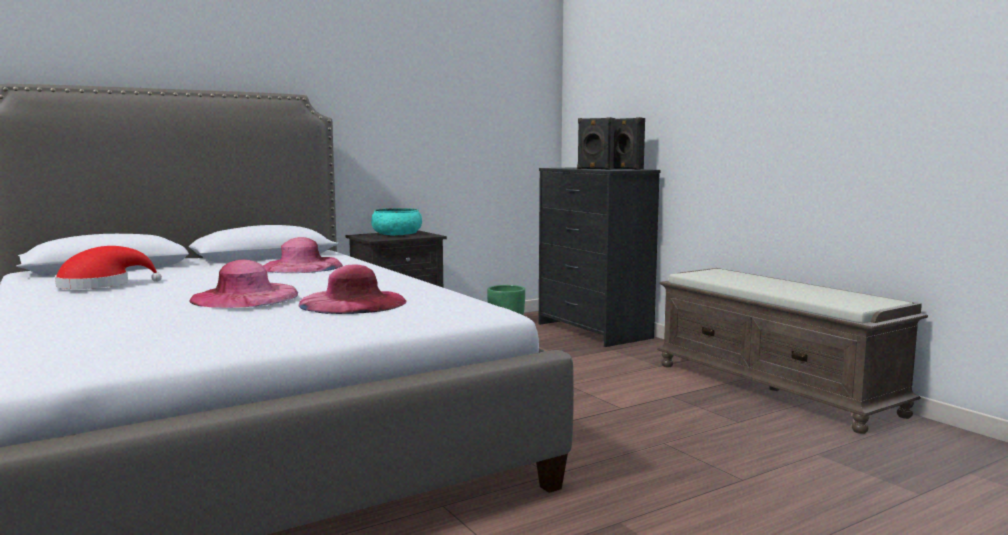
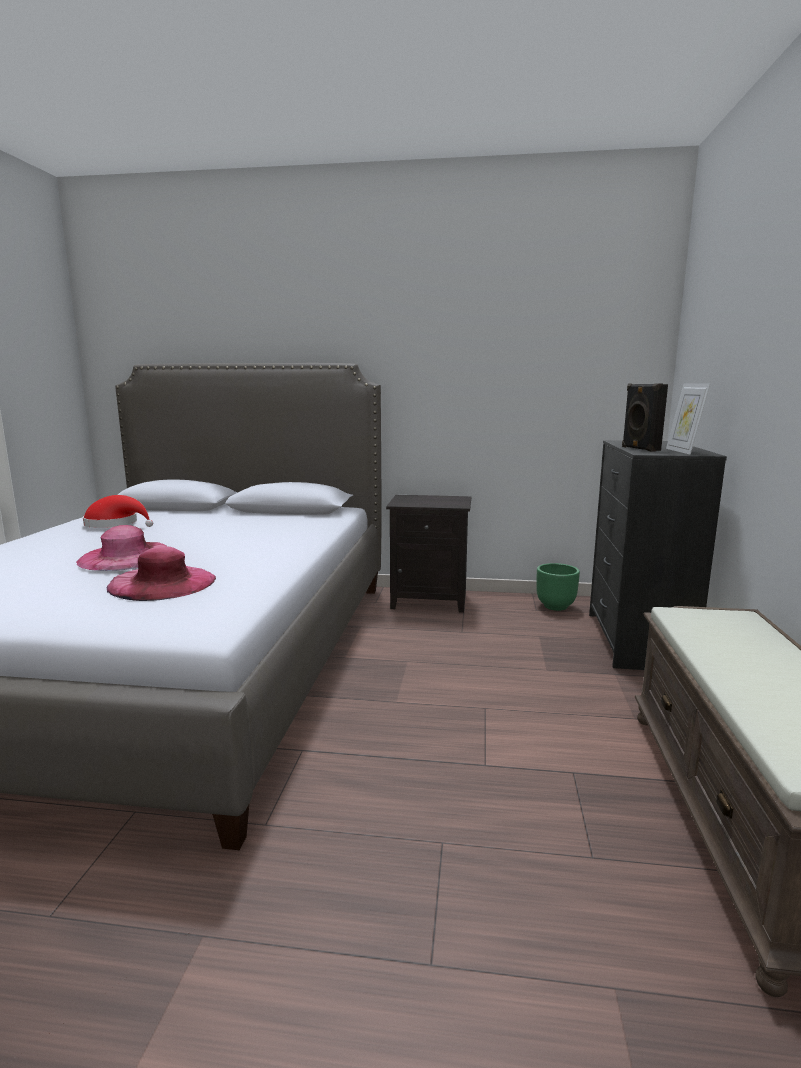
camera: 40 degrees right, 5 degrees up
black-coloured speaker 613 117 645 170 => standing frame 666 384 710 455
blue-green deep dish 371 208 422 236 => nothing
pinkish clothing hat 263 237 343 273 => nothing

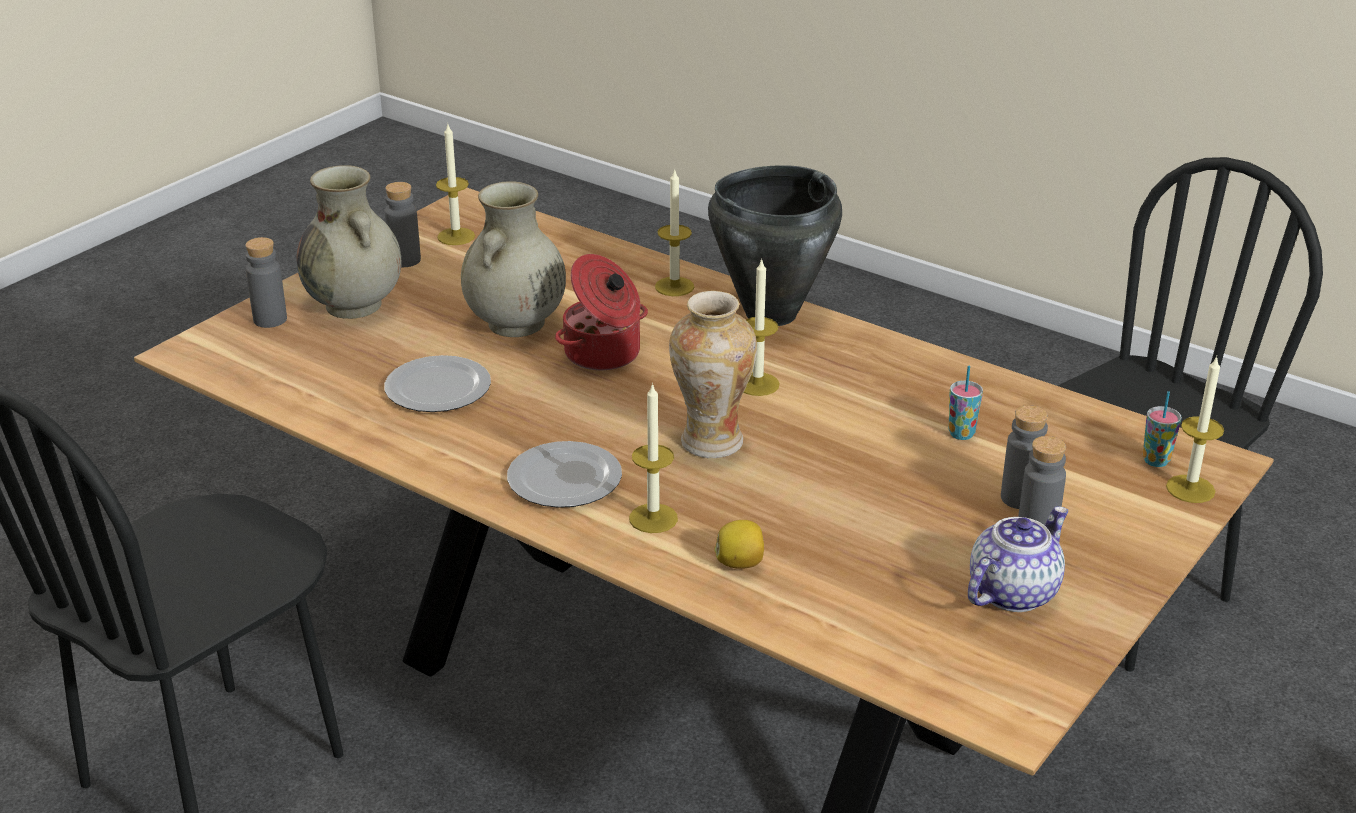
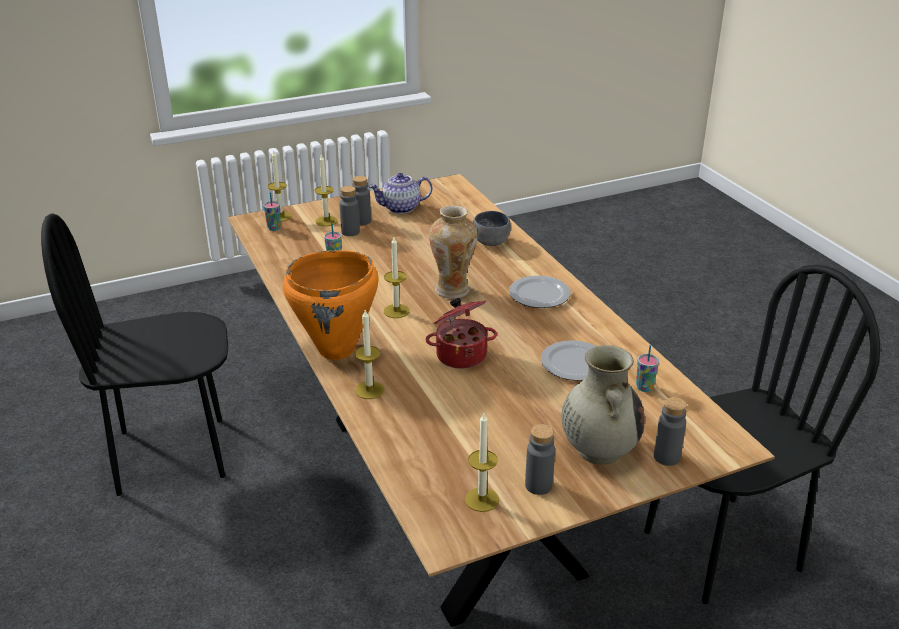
camera: 150 degrees left, 0 degrees up
black-coloured saucepot 708 165 842 326 => orange saucepot 283 250 379 360
sand-coloured vase 461 181 566 337 => nothing
wax candle 629 383 678 533 => wax candle 314 155 338 226, relocated
lemon 714 520 764 569 => grey deep dish 473 211 511 246
nothing => cup 636 345 659 392

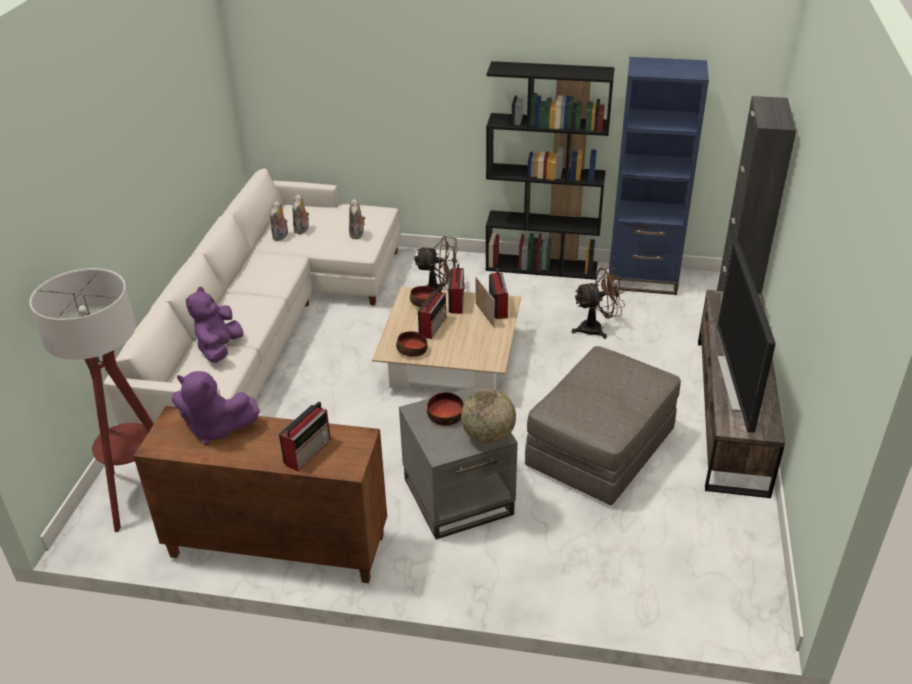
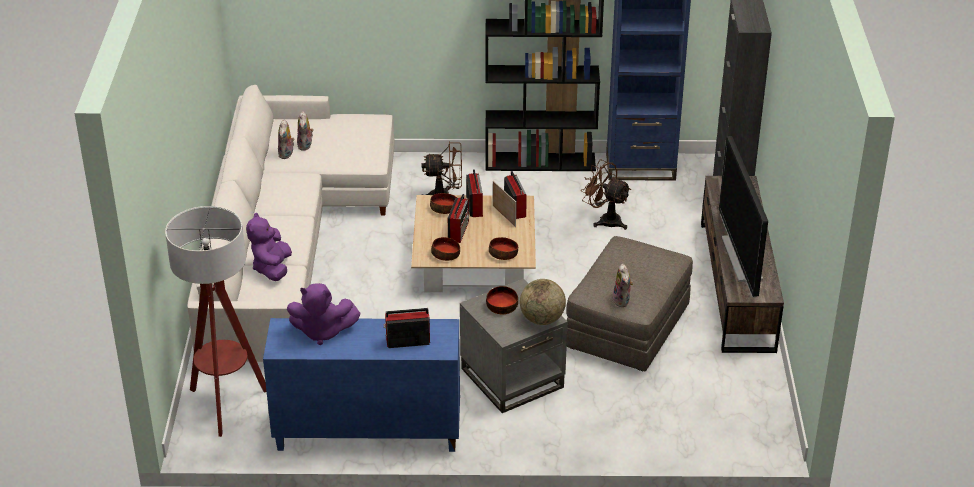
camera: 10 degrees left, 0 degrees up
plush toy 349 198 366 239 => plush toy 613 264 633 307, relocated
brown-coloured fan 572 268 625 339 => brown-coloured fan 581 159 631 230, 120 degrees counterclockwise
radio 279 401 331 471 => radio 384 308 430 348, 120 degrees counterclockwise
brown-coloured cabinet 134 406 387 583 => blue-coloured cabinet 263 318 460 452
nothing => deep dish 489 237 518 260

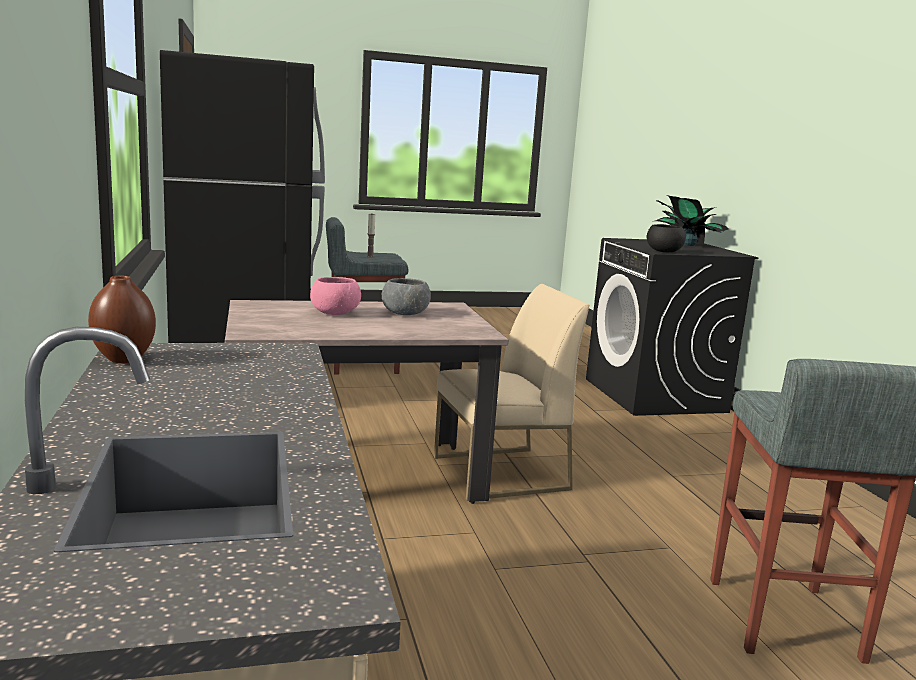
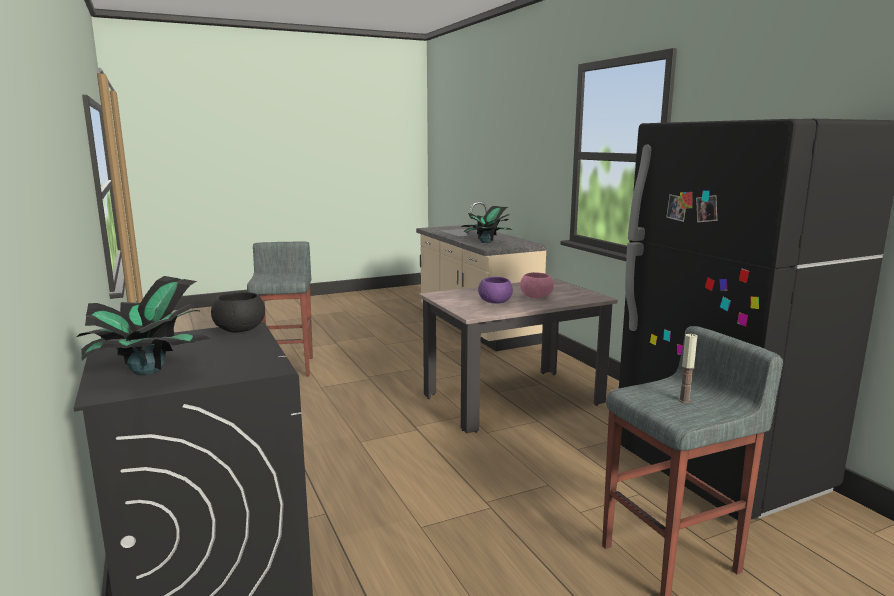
camera: 170 degrees right, 0 degrees up
brown-coloured vase 88 276 156 363 => nothing
grey deep dish 382 278 431 315 => purple deep dish 478 277 513 304
sand-coloured plain chair 434 284 590 501 => nothing
nothing => potted plant 461 206 512 243

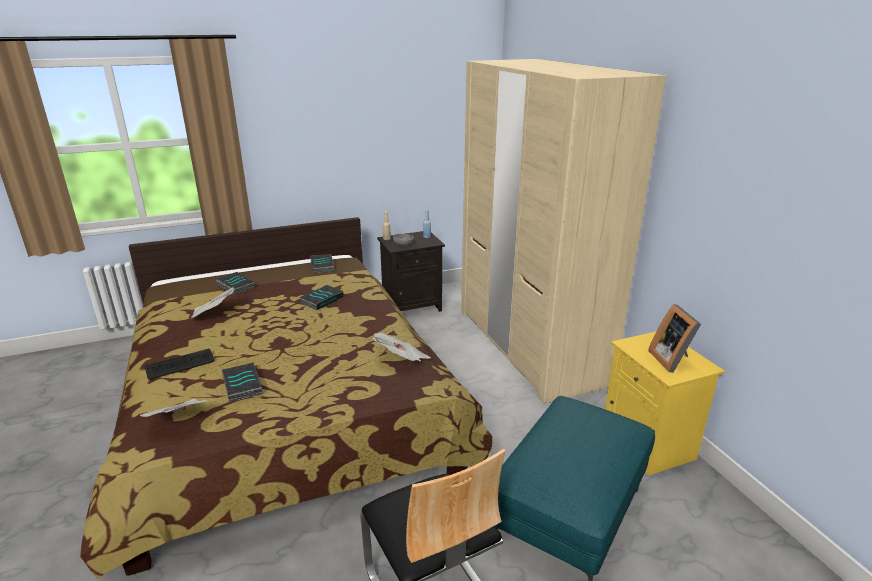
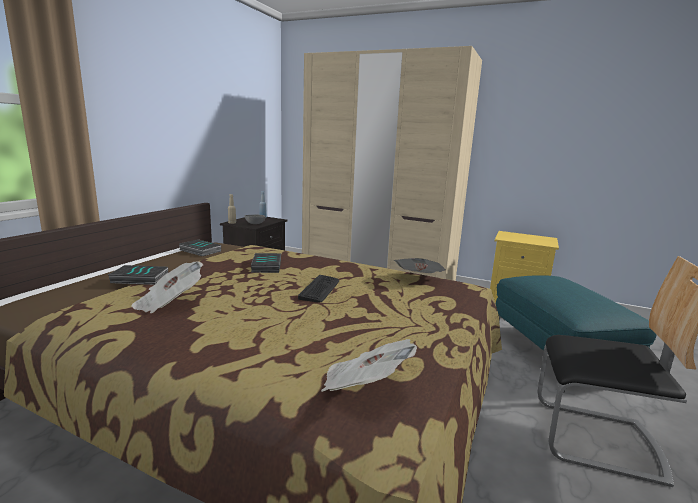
camera: 45 degrees left, 10 degrees down
standing frame 648 304 701 373 => nothing
PC keyboard 144 349 215 379 => PC keyboard 298 275 339 303, relocated
bound book 222 363 263 402 => nothing

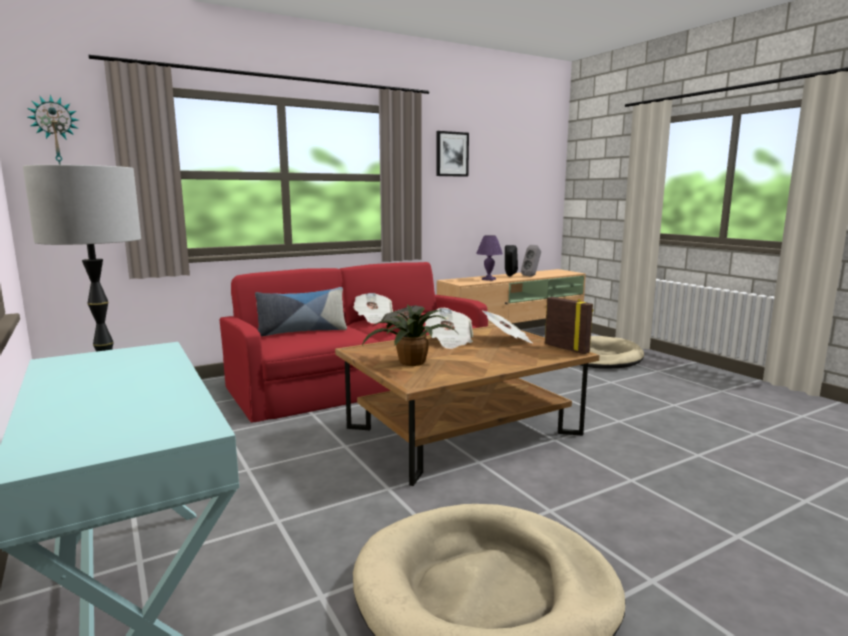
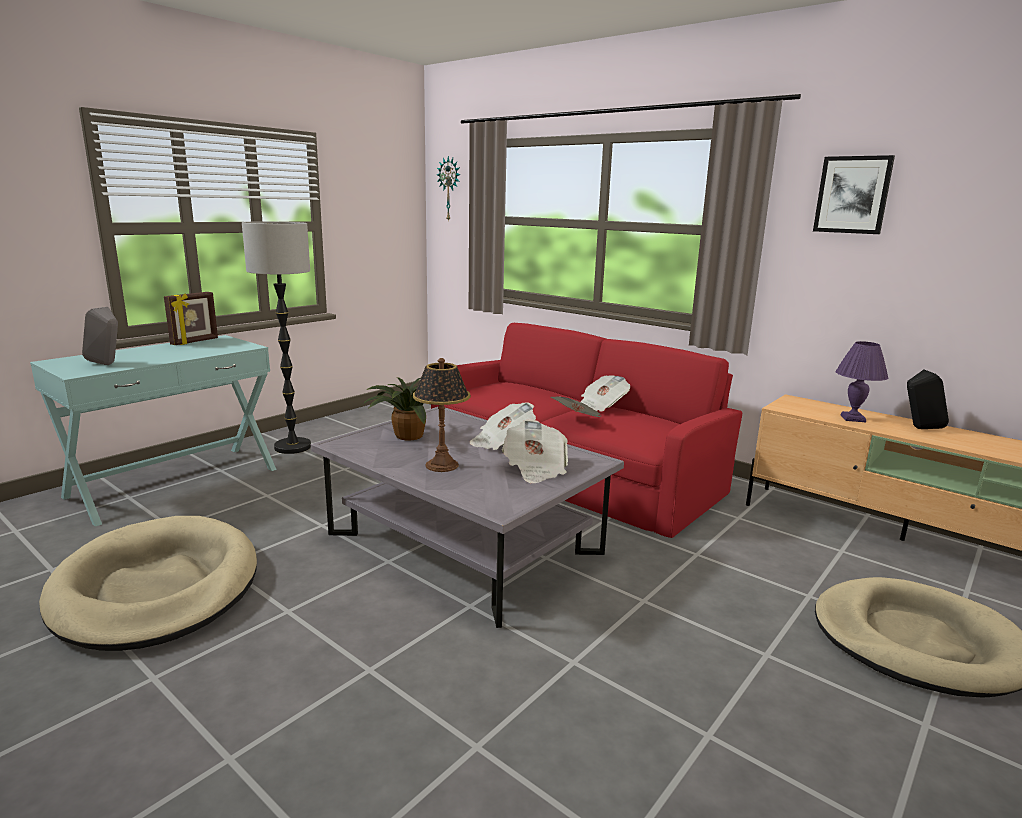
camera: 70 degrees right, 5 degrees up
grey speaker 521 245 541 277 => grey speaker 82 307 118 365, relocated
throw pillow 255 287 347 337 => nothing
standing frame 545 297 593 354 => standing frame 164 292 218 345, relocated
brown-coloured lounge table 335 325 600 486 => grey lounge table 311 407 624 628
nothing => tabletop lamp 413 358 471 472

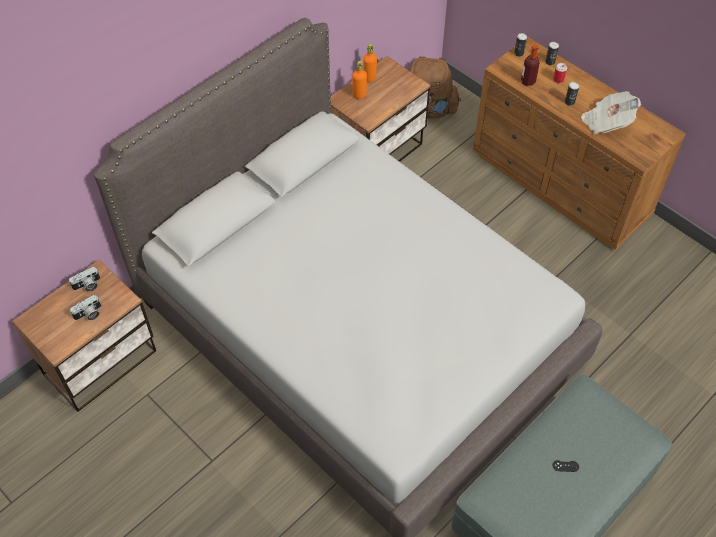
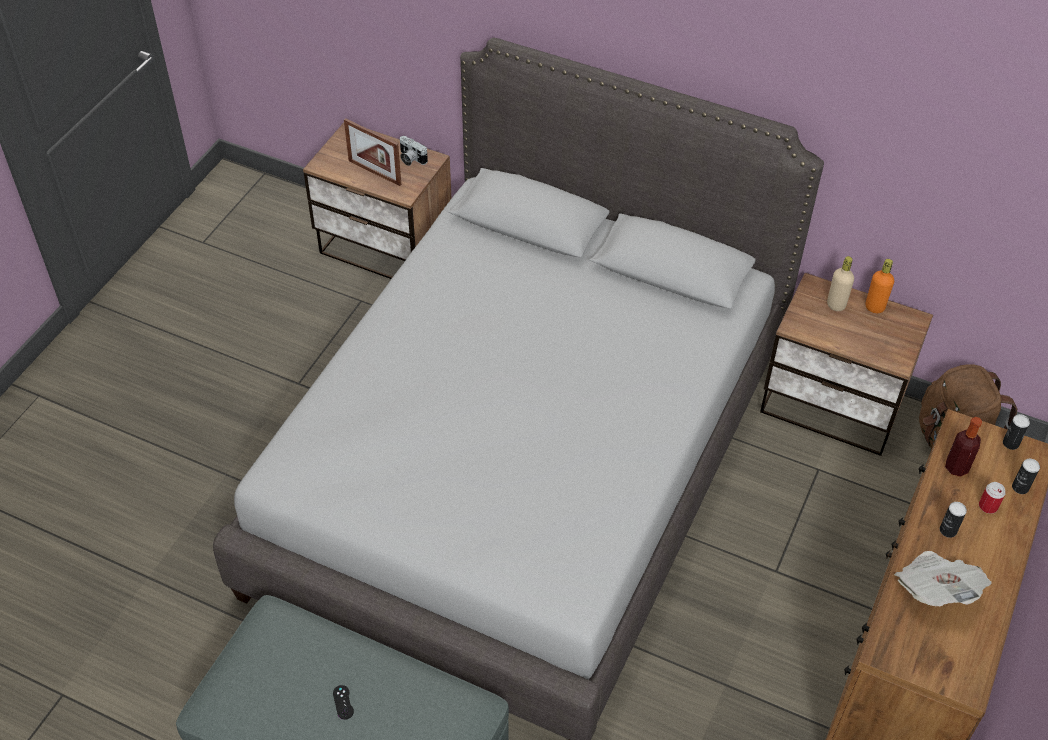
camera: 70 degrees right, 5 degrees down
orange bottle 352 61 367 99 => sand-coloured bottle 827 256 854 311
photo camera 70 295 101 320 => standing frame 344 118 401 186

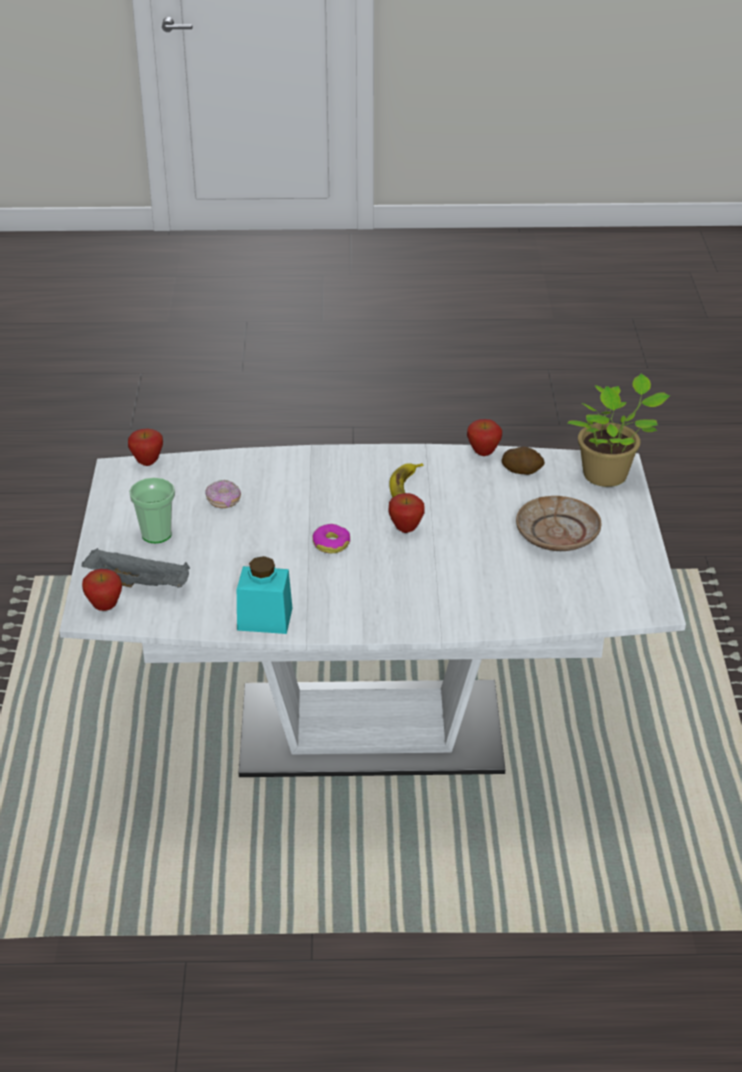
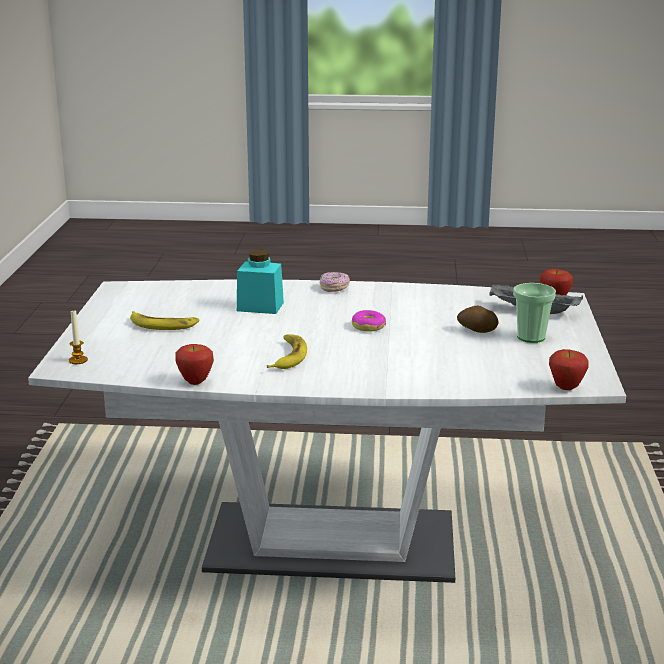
camera: 175 degrees left, 15 degrees down
potted plant 567 374 670 487 => wax candle 69 310 88 364
spud 501 447 545 475 => spud 457 306 498 333, relocated
doughnut 205 480 241 508 => doughnut 320 272 350 292, relocated
apple 388 493 425 533 => nothing
sand-coloured plate 516 496 601 551 => whole banana 130 311 200 330
blue-green preserve jar 237 556 292 634 => blue-green preserve jar 237 249 284 314, relocated

